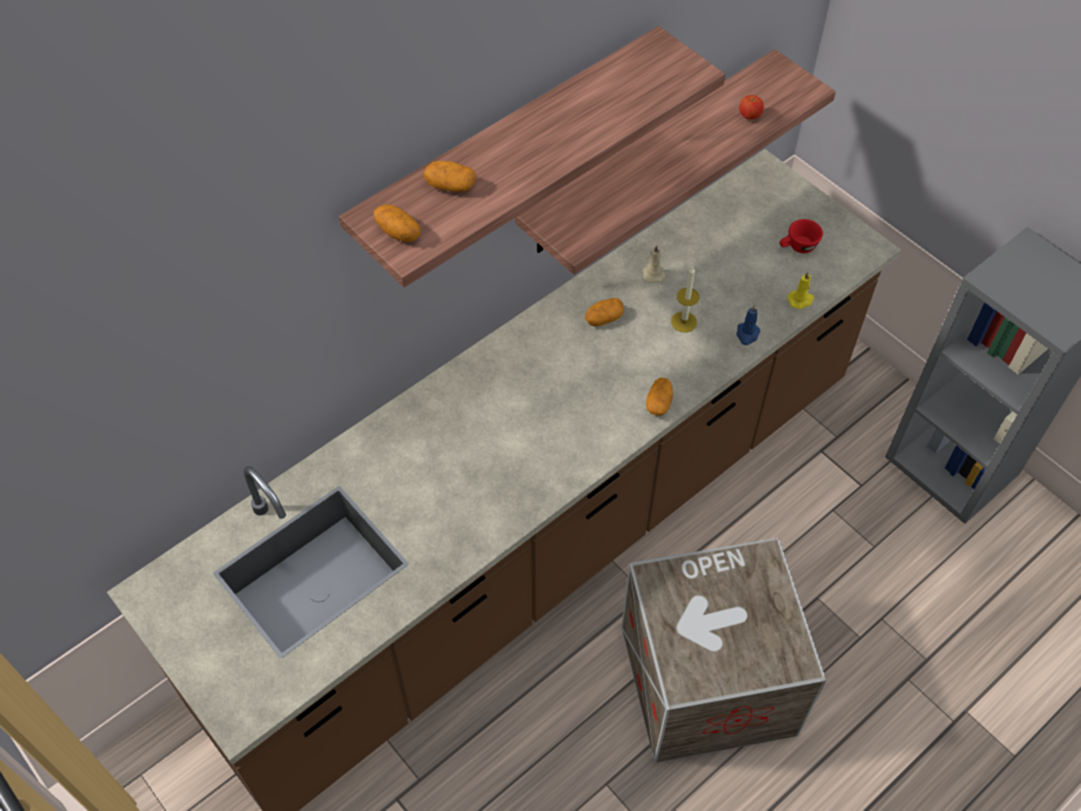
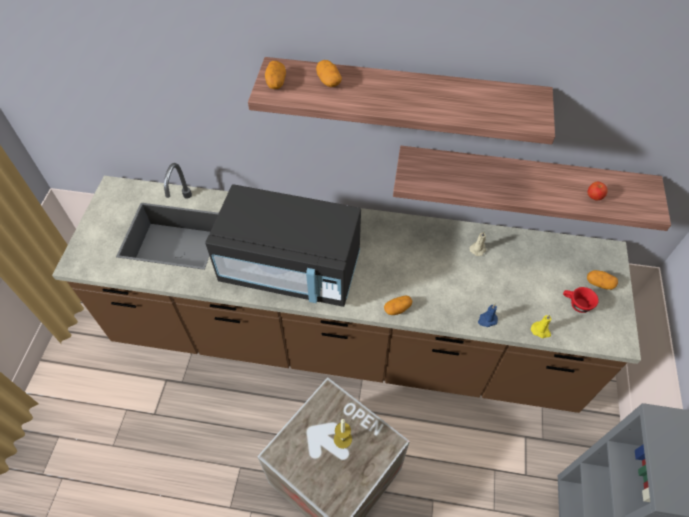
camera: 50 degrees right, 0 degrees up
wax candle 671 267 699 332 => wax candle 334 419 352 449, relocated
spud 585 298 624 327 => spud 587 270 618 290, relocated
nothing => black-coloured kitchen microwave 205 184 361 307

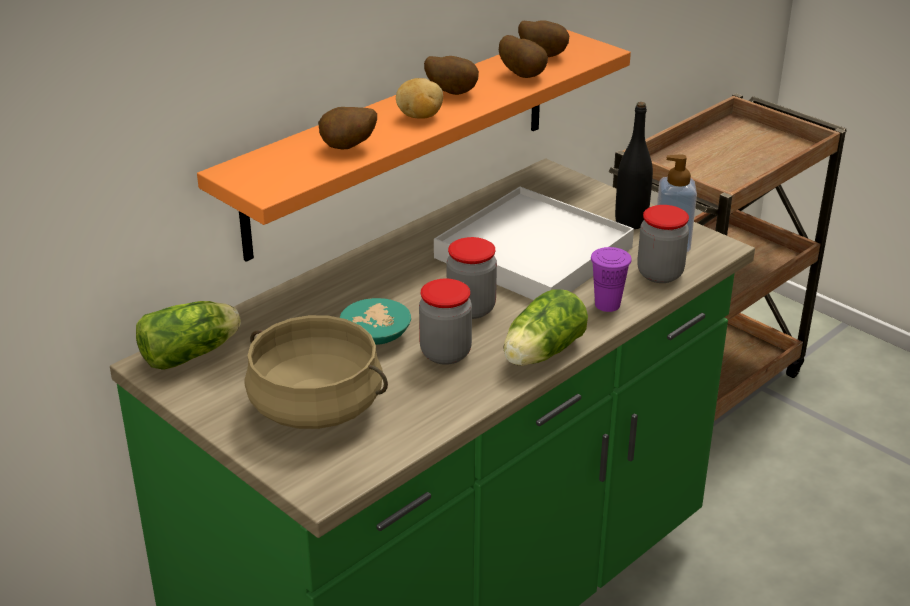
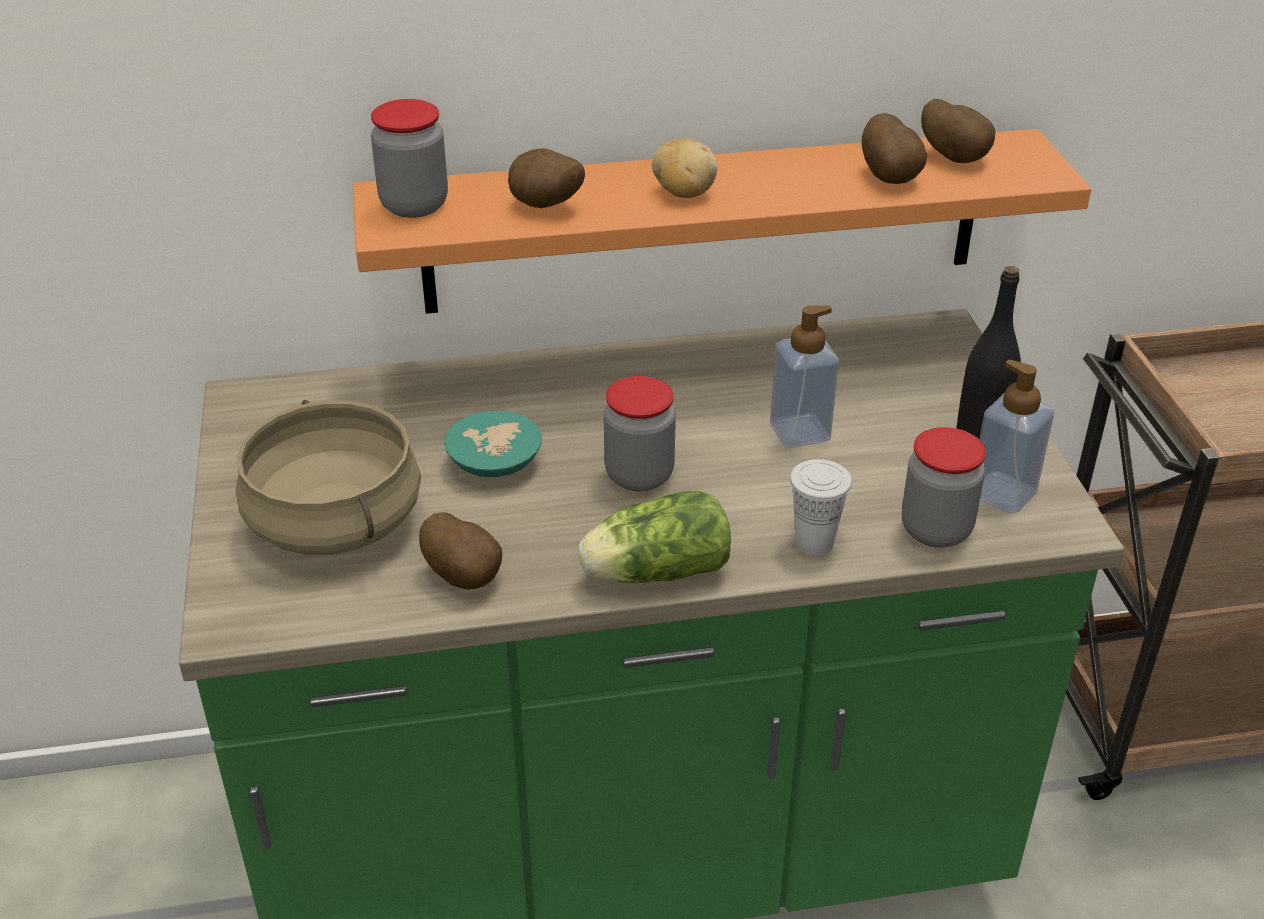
camera: 35 degrees right, 5 degrees up
spud 424 56 479 95 => spud 419 512 502 590, relocated
whitish carrying tray 434 187 634 300 => soap bottle 770 305 839 448
purple cup 591 247 632 312 => whitish cup 790 459 852 556
preserve jar 419 279 472 365 => preserve jar 371 99 448 218, relocated
head of lettuce 136 301 241 370 => nothing

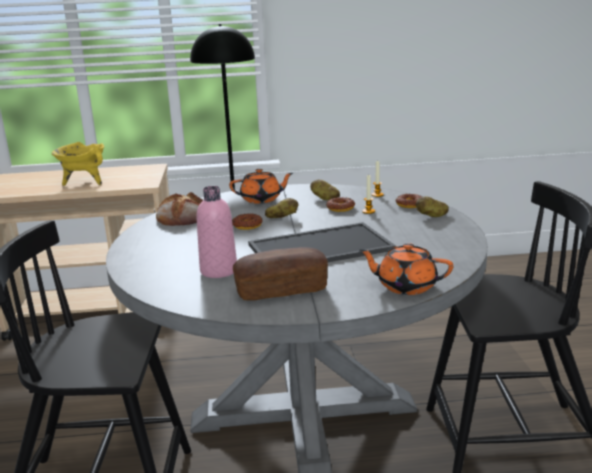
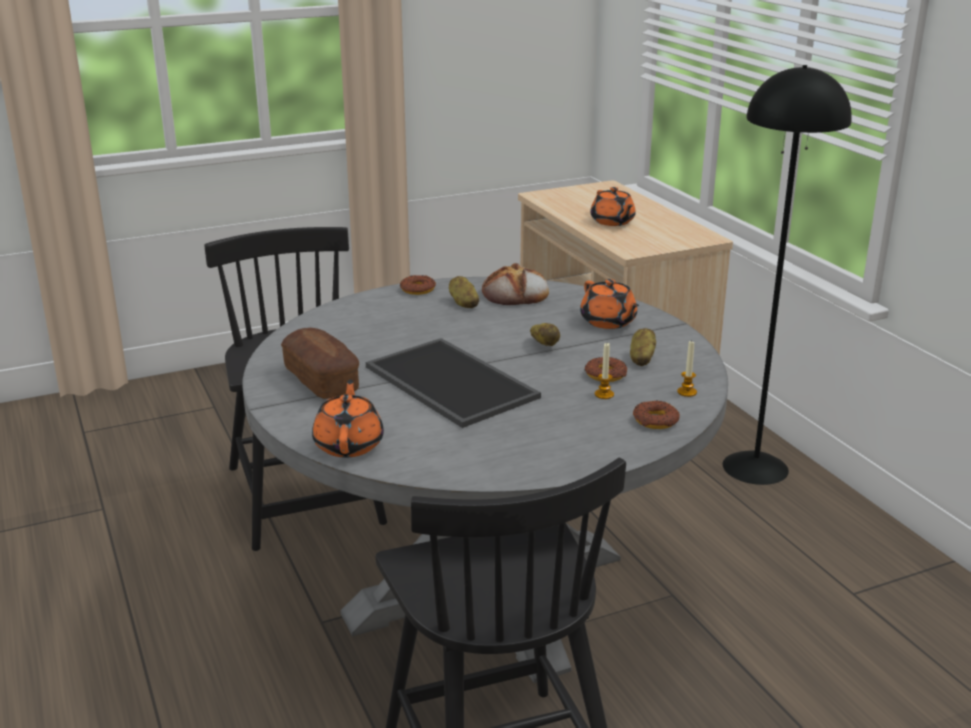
camera: 70 degrees right, 5 degrees up
yellowish saucepot 52 142 104 186 => orange teapot 590 187 636 226
pinkish bottle 196 186 237 278 => nothing
spud 416 197 449 217 => spud 449 276 479 308, relocated
doughnut 232 213 263 230 => doughnut 400 275 436 295, relocated

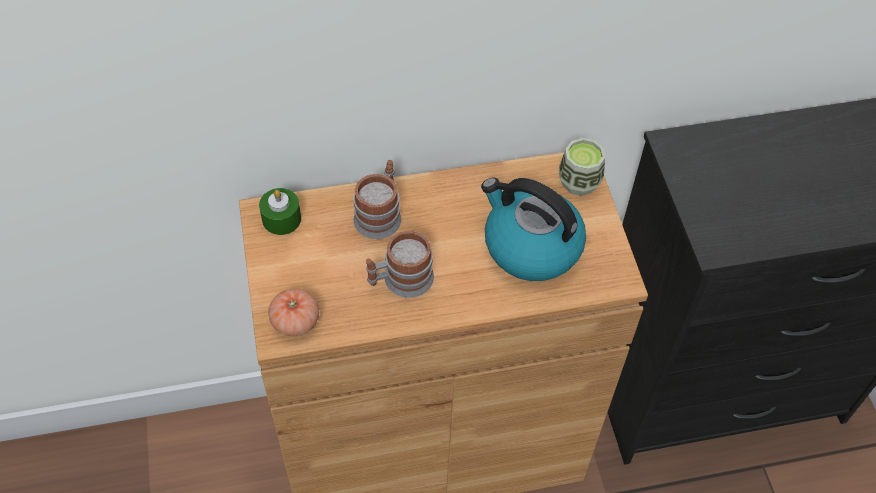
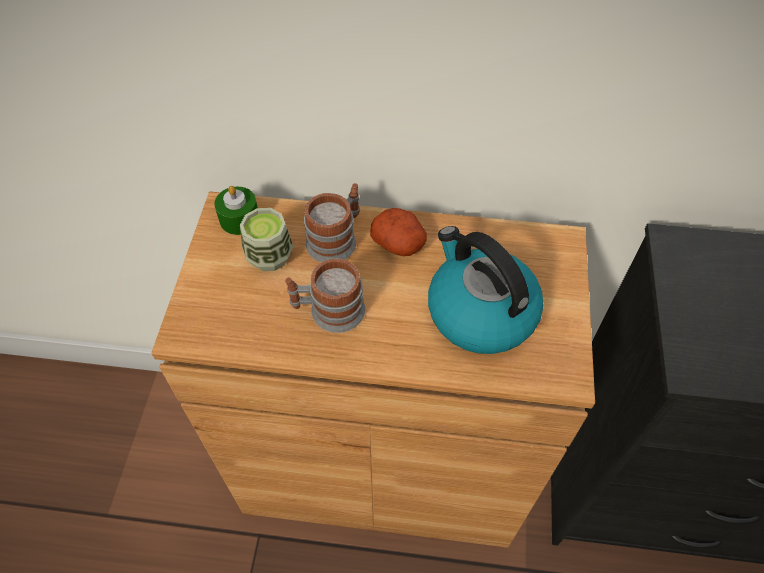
camera: 20 degrees right, 0 degrees up
cup 559 138 605 196 => cup 240 208 293 271, relocated
tomato 268 288 319 336 => nothing
nothing => spud 370 208 427 256

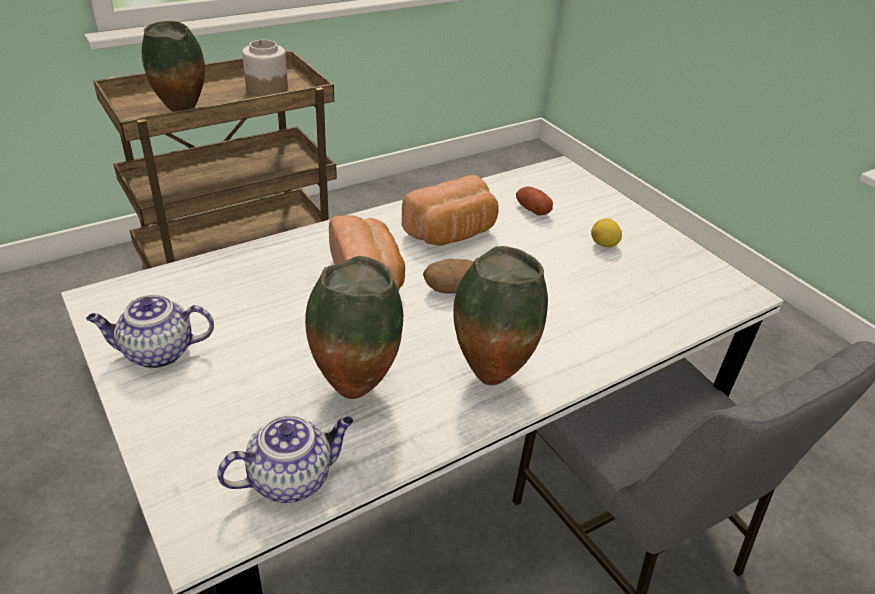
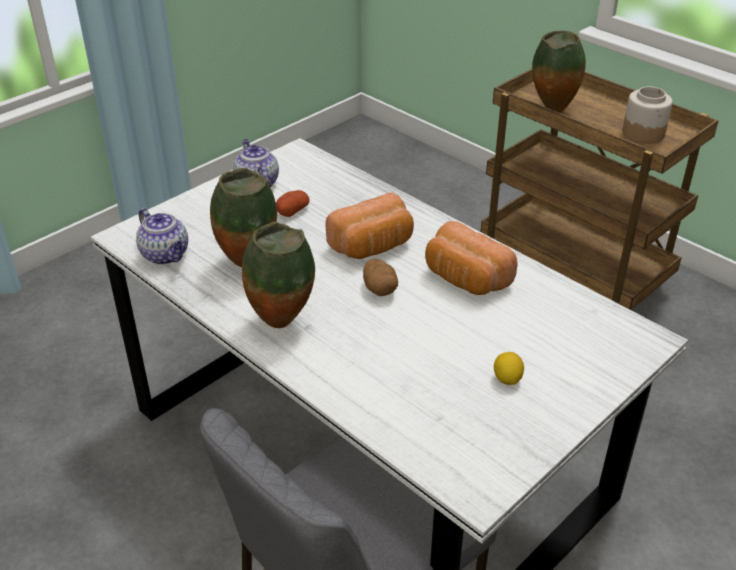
camera: 80 degrees right, 0 degrees up
spud 516 187 553 215 => spud 276 190 310 217, relocated

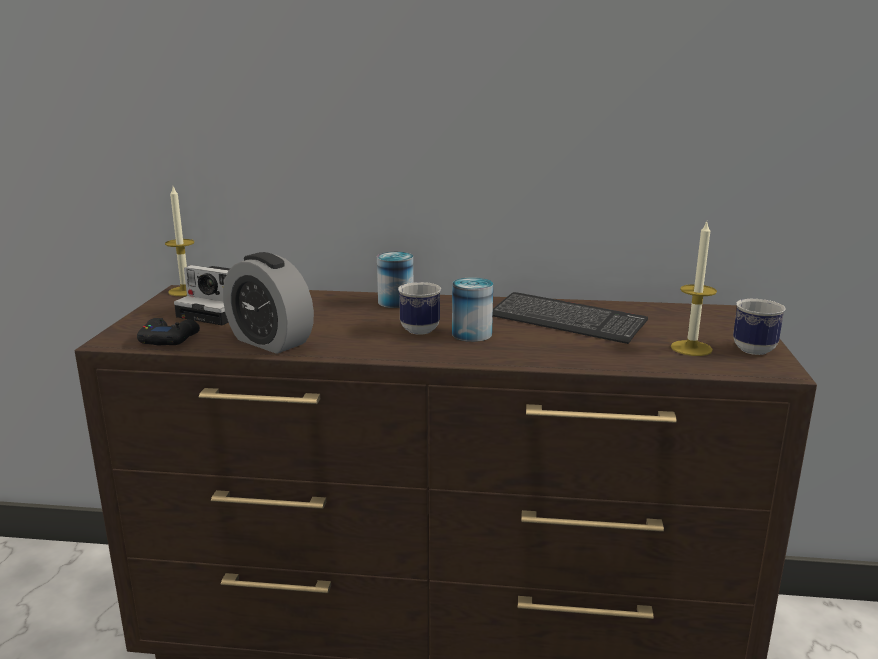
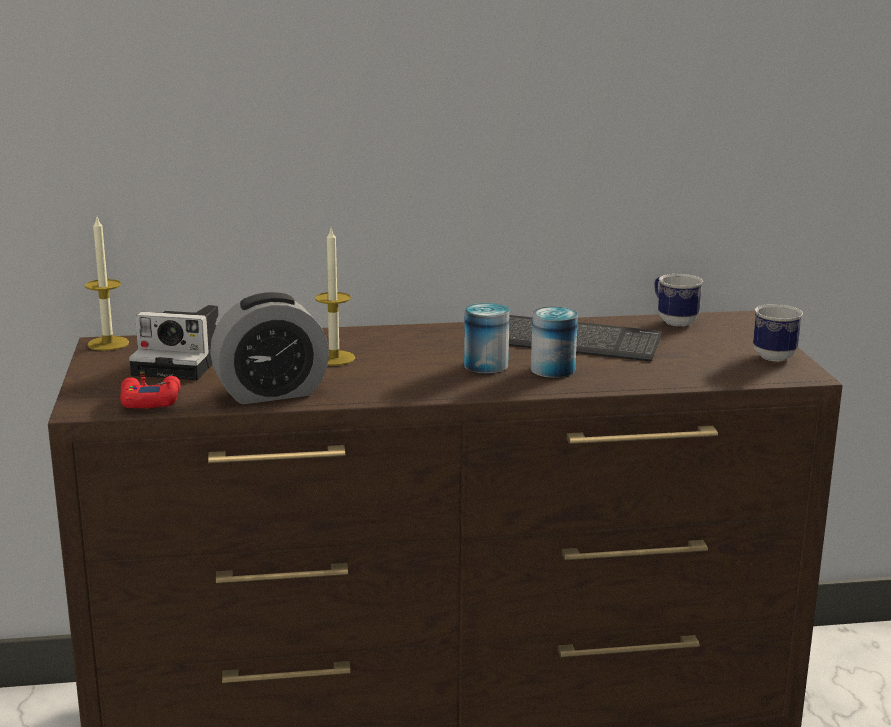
camera: 15 degrees left, 0 degrees up
wax candle 671 222 717 356 => wax candle 315 229 355 366, relocated
alarm clock 223 252 314 354 => alarm clock 210 292 329 404, 45 degrees counterclockwise
metal can 377 252 413 308 => metal can 531 307 578 378, relocated
mug 398 282 441 335 => mug 655 274 703 326, relocated
black-coloured gamepad 137 318 200 345 => reddish gamepad 120 376 181 409

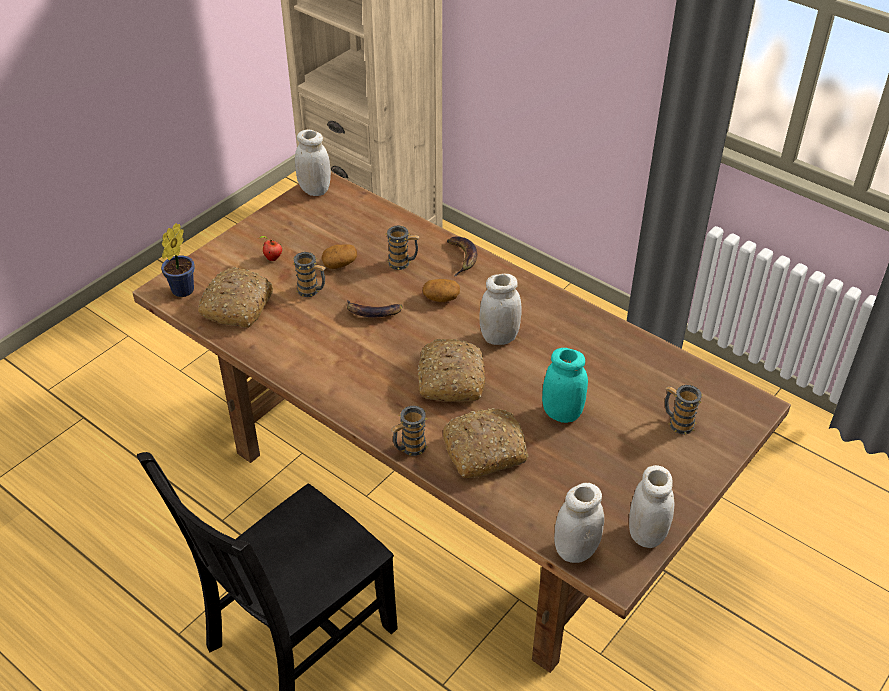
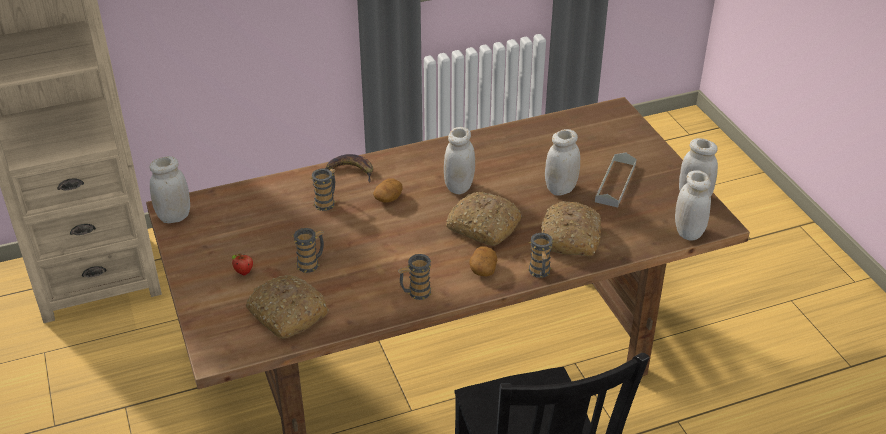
camera: 60 degrees left, 5 degrees down
potted plant 161 223 195 297 => nothing
spud 322 244 357 269 => spud 469 246 497 277, relocated
whole banana 347 300 403 317 => nothing
blue-green preserve jar 542 348 588 423 => whitish preserve jar 545 129 580 195
mug 665 385 703 435 => mug 398 254 432 300, relocated
nothing => grey carrying tray 595 152 636 208

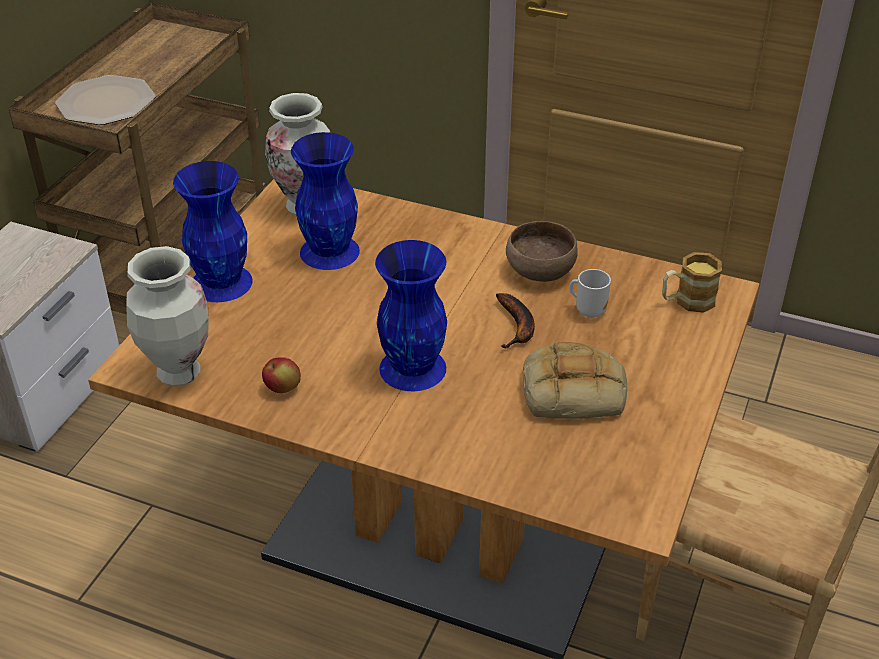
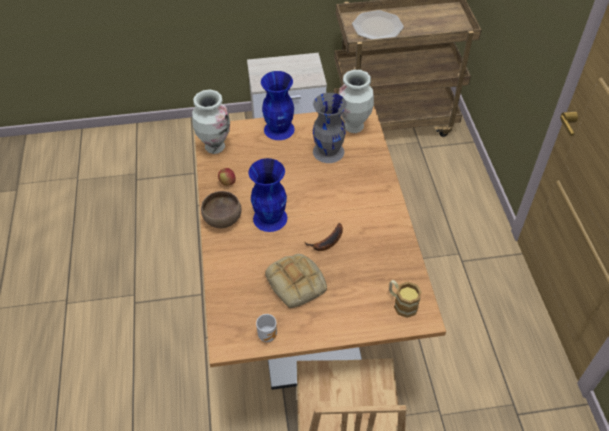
camera: 60 degrees right, 10 degrees up
blue-coloured vase 291 132 360 270 => grey vase 313 93 347 163
brown-coloured deep dish 506 221 578 282 => brown-coloured deep dish 201 191 242 228, relocated
mug 569 269 611 318 => mug 256 314 277 342, relocated

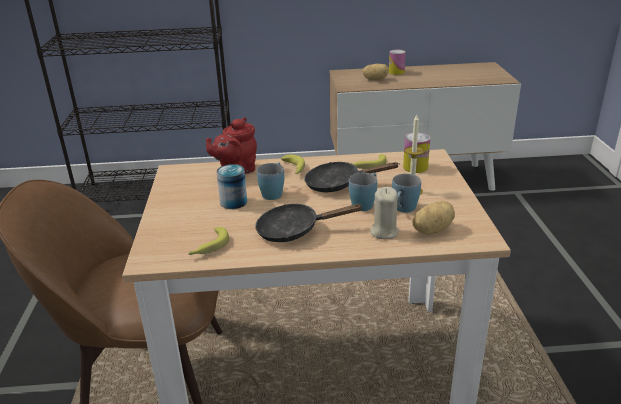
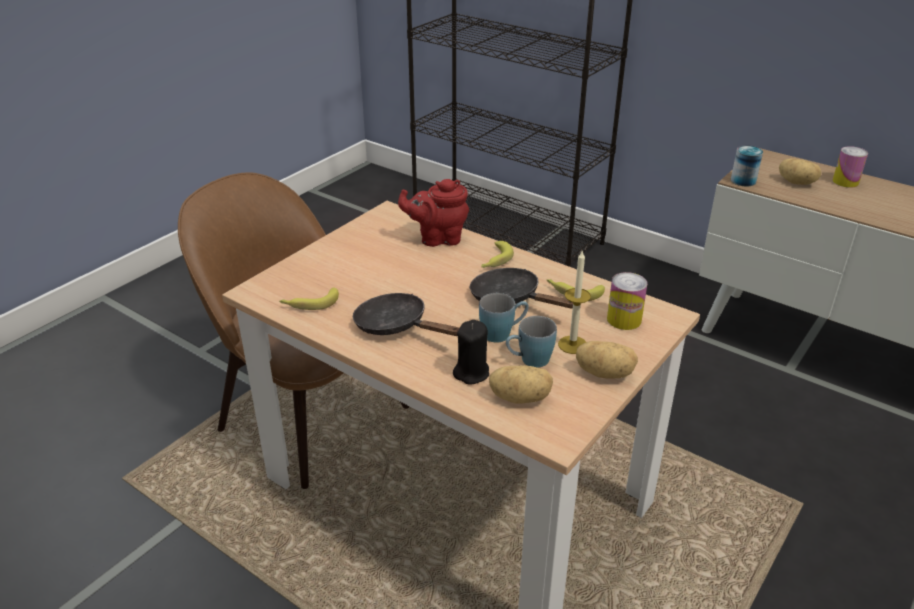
camera: 40 degrees right, 5 degrees up
blue-coloured mug 257 162 284 200 => nothing
metal can 216 164 247 209 => metal can 731 145 763 187, relocated
sand-coloured wax candle 370 187 399 239 => black-coloured wax candle 453 320 489 385
nothing => spud 576 341 638 378

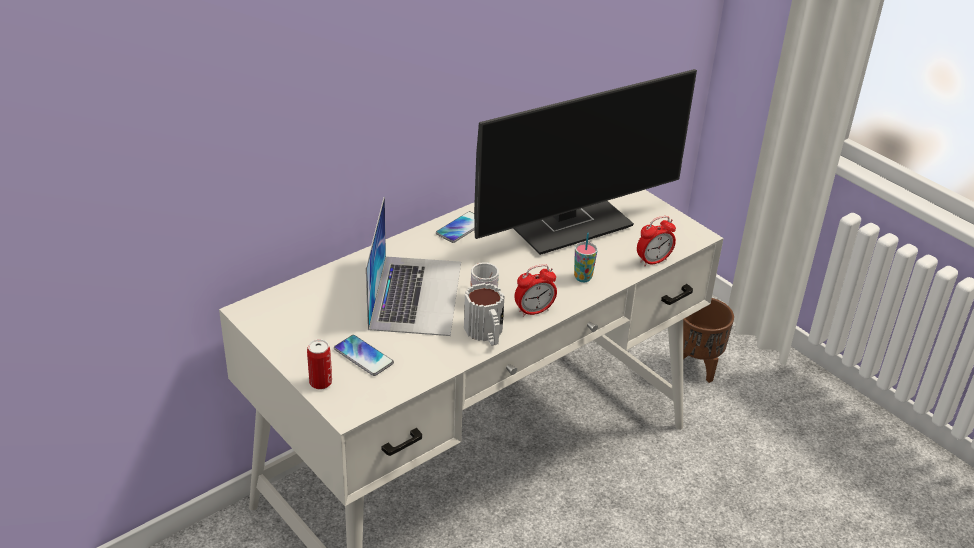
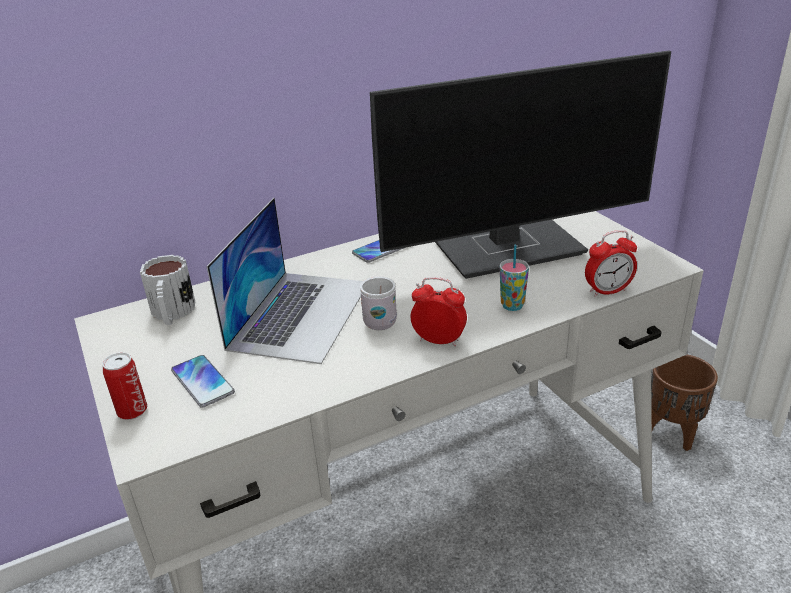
camera: 15 degrees right, 5 degrees down
alarm clock 514 264 557 317 => alarm clock 411 277 467 347, 150 degrees counterclockwise
mug 464 283 505 346 => mug 140 255 195 325, relocated

